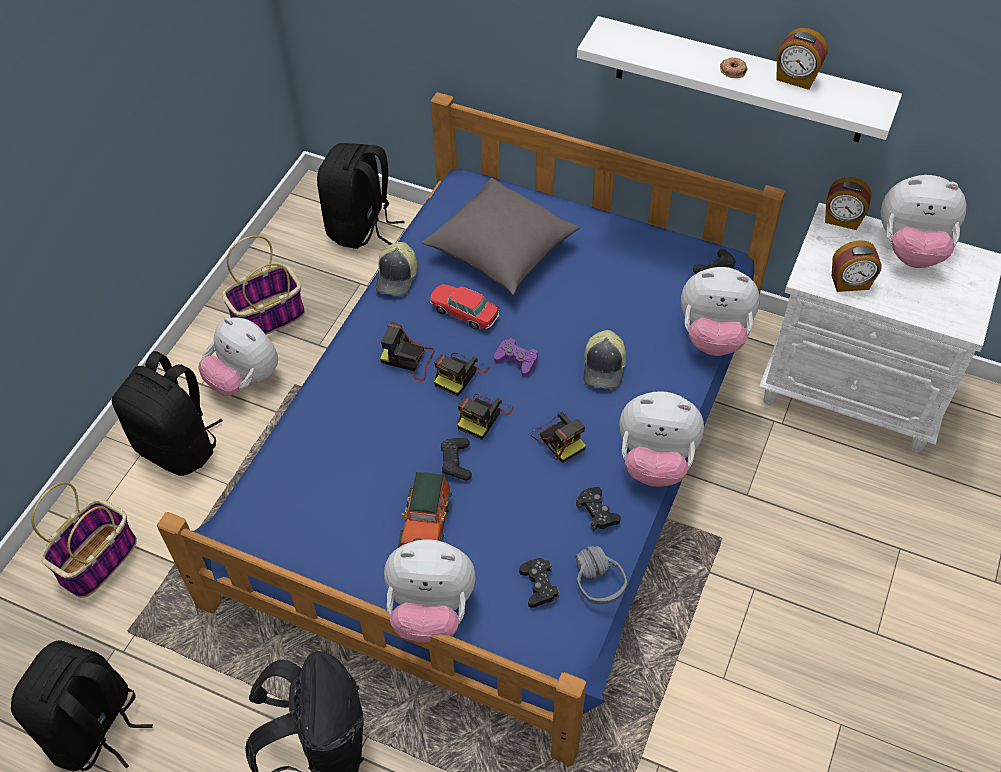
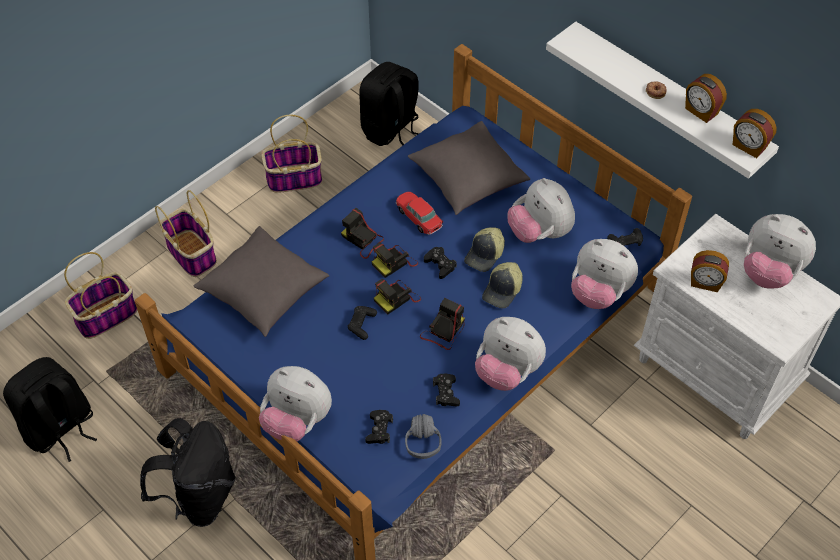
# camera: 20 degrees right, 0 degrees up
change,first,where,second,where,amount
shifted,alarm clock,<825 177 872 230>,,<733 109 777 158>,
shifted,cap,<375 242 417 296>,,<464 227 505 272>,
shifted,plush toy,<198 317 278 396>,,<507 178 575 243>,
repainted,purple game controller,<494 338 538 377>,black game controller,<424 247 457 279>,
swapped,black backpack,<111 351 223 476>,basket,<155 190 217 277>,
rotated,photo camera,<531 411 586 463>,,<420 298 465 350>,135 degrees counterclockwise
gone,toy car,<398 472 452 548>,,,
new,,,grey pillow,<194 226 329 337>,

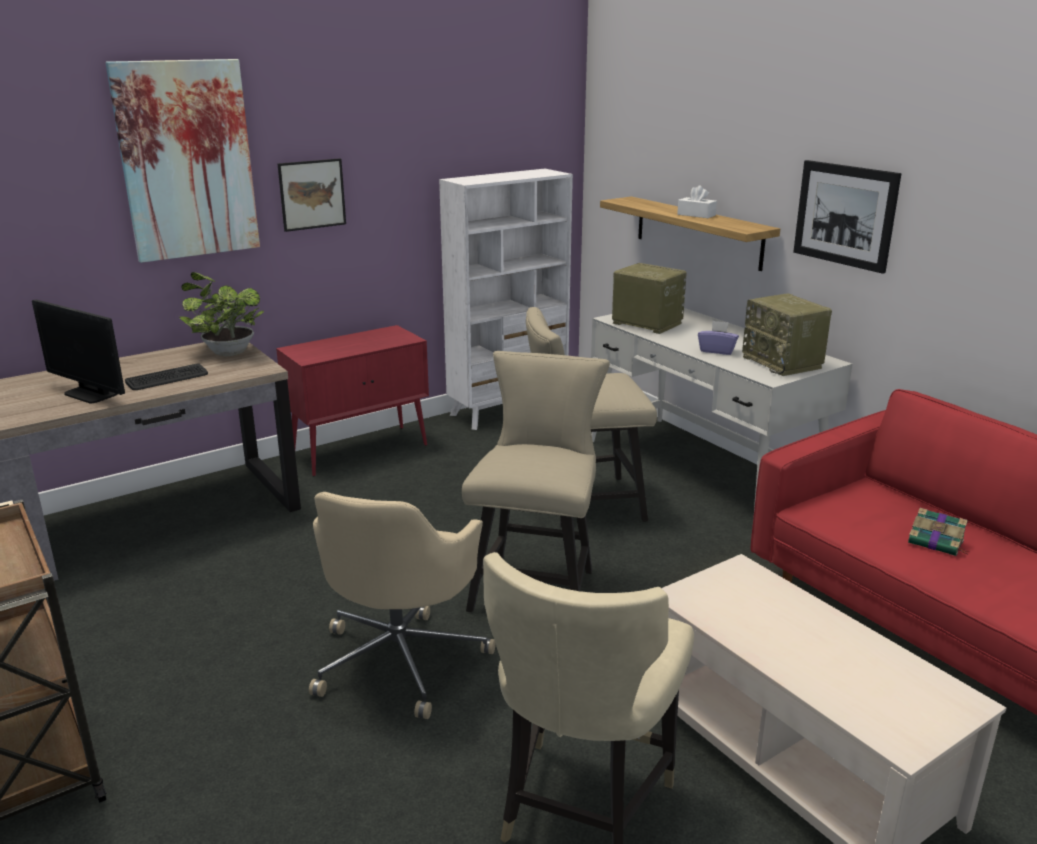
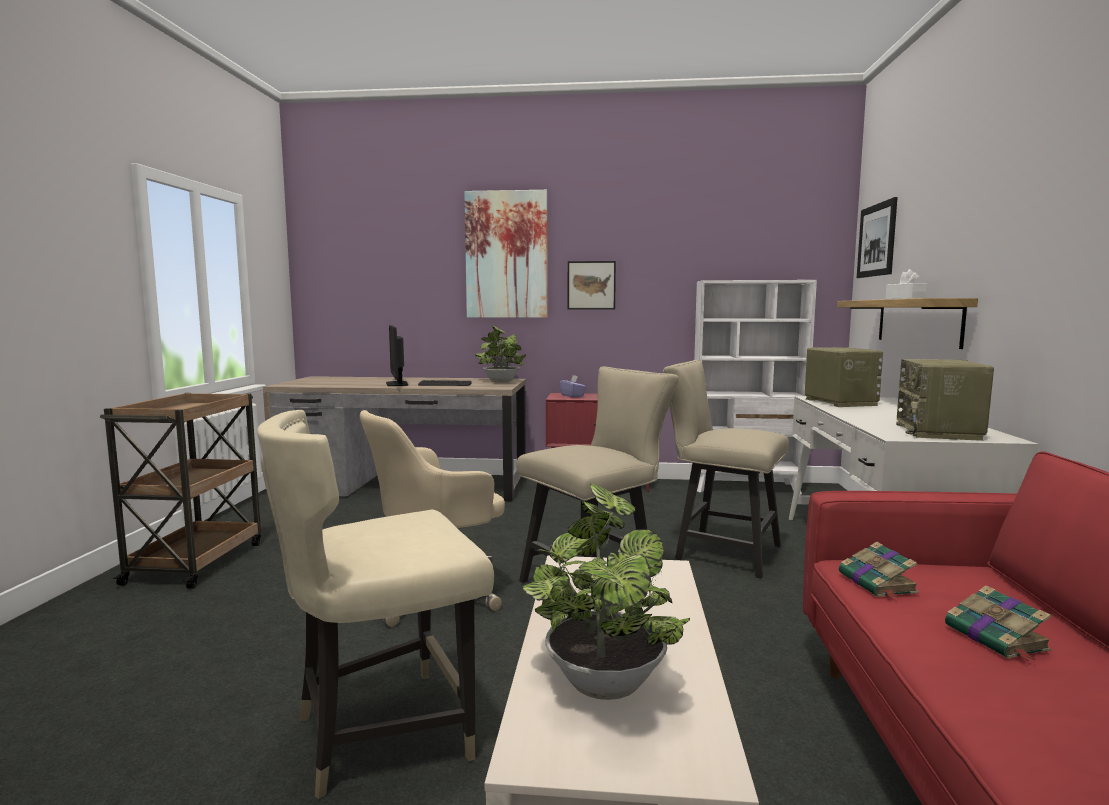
# camera: 40 degrees right, 15 degrees down
change,first,where,second,where,amount
shifted,picture,<793 160 901 274>,,<857 197 898 278>,
shifted,purple tissue box,<698 321 739 355>,,<559 375 586 397>,
new,,,potted plant,<522 483 690 700>,
new,,,book,<839 542 919 598>,

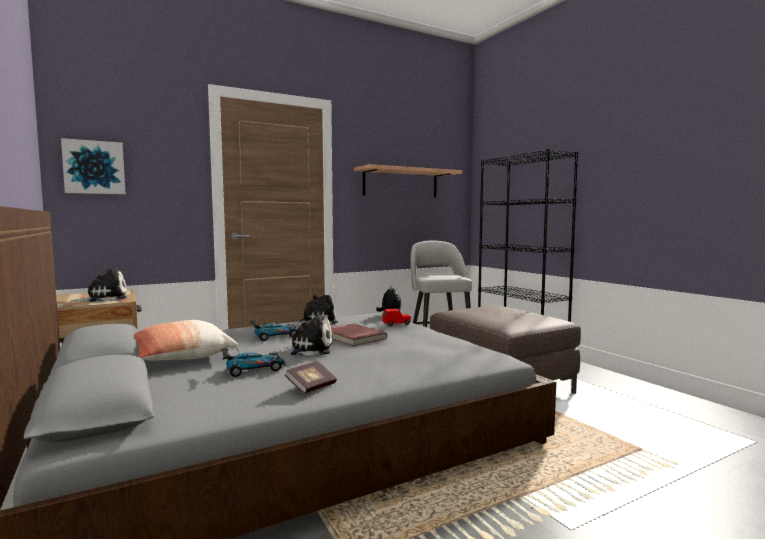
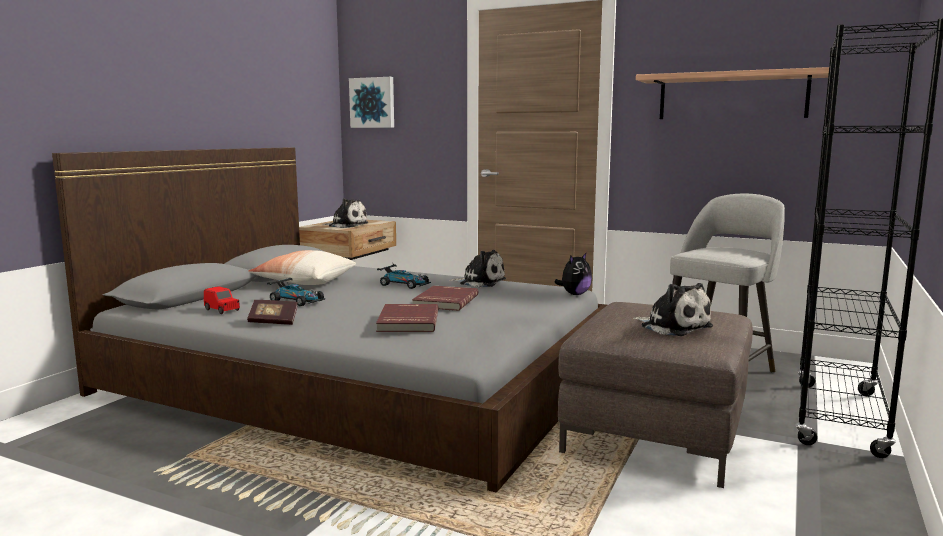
# camera: 55 degrees right, 5 degrees up
change,first,where,second,where,amount
shifted,red toy car,<383 308 411 326>,,<204 286 240 314>,
shifted,plush toy,<273 314 333 357>,,<633 283 713 336>,
new,,,red book,<376 304 438 332>,

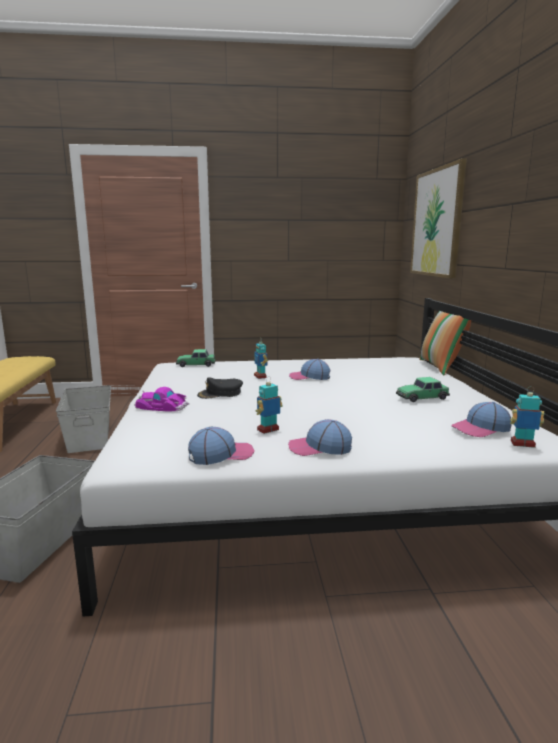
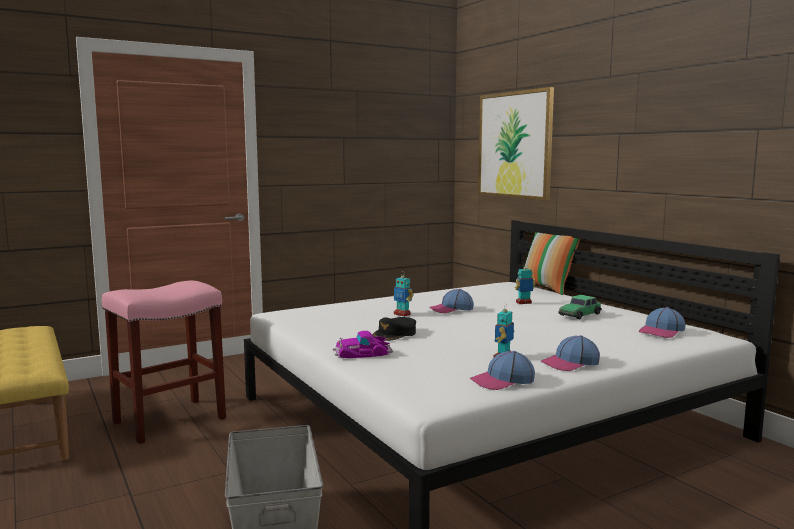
# camera: 25 degrees left, 5 degrees down
change,first,where,second,where,amount
gone,toy car,<176 349 215 367>,,,
swapped,grey storage box,<56 385 111 453>,pink stool,<102 281 226 444>,
shifted,toy robot,<510 387 544 448>,,<515 263 535 304>,
rotated,cap,<188 427 255 465>,,<470 351 535 390>,150 degrees counterclockwise

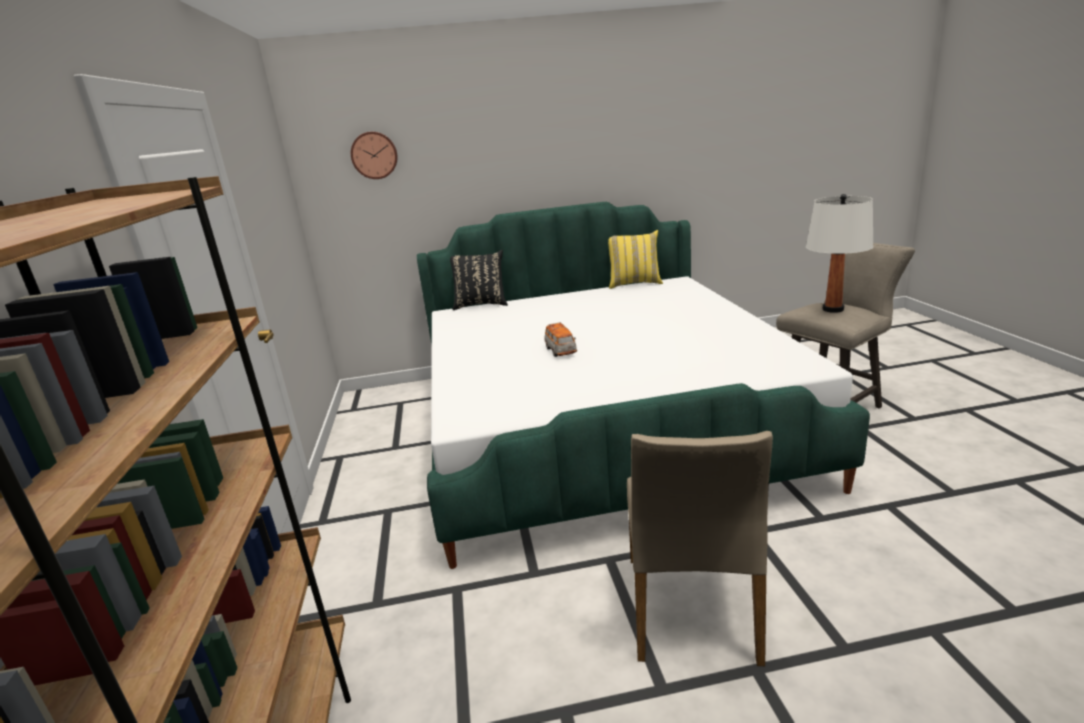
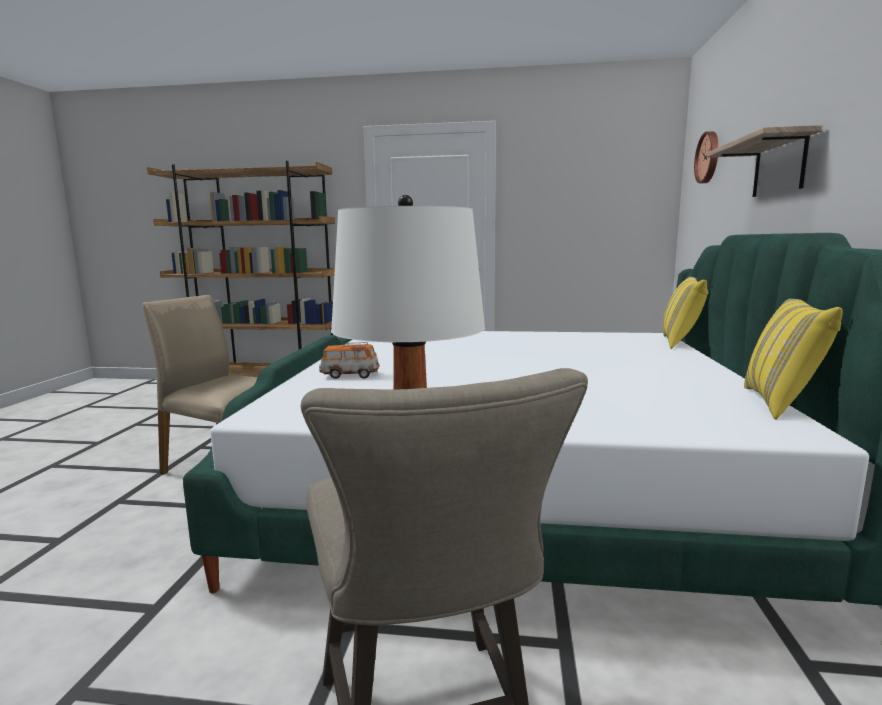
# camera: 105 degrees right, 10 degrees down
change,first,where,second,where,amount
repainted,black pillow,<450 250 508 310>,yellow pillow,<663 277 708 349>,
shifted,toy car,<544 322 577 357>,,<319 342 380 379>,
new,,,shelf,<706 125 822 197>,

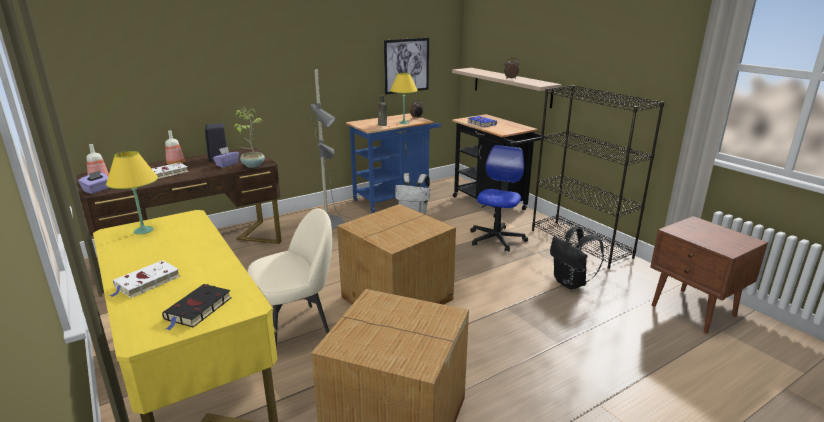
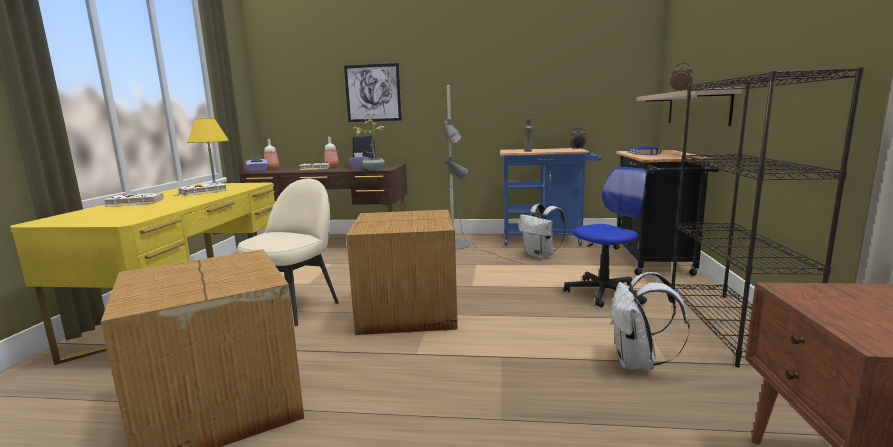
# camera: 40 degrees right, 10 degrees down
change,first,where,second,where,amount
shifted,picture,<384 38 429 95>,,<344 63 402 122>,
gone,yellow table lamp,<390 73 418 124>,,,
rotated,beige chair,<247 208 332 350>,,<237 179 339 326>,75 degrees counterclockwise
repainted,black backpack,<550 227 604 289>,white backpack,<611 272 690 370>,
gone,black book,<162 284 232 330>,,,
new,,,white book,<175 183 227 196>,

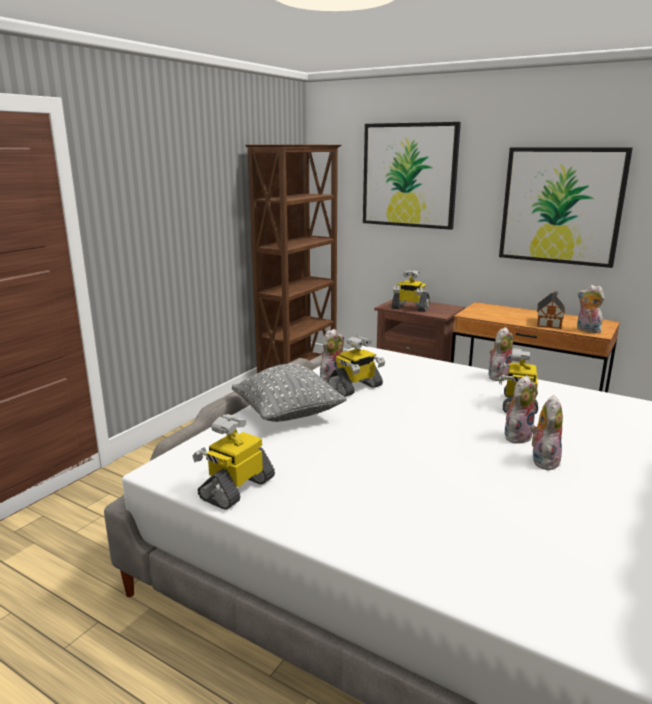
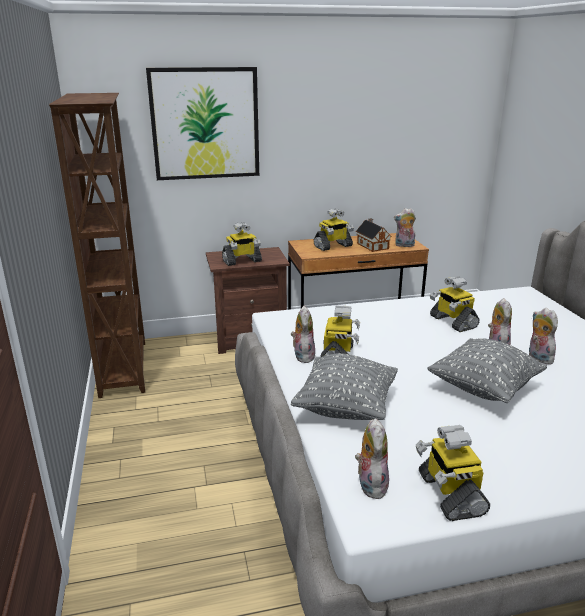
# camera: 45 degrees left, 5 degrees up
change,first,where,second,where,amount
gone,picture,<499 147 633 268>,,,
shifted,plush toy,<489 327 513 381>,,<355 418 389 500>,
new,,,toy robot,<314 208 354 251>,
new,,,grey pillow,<427 338 547 403>,

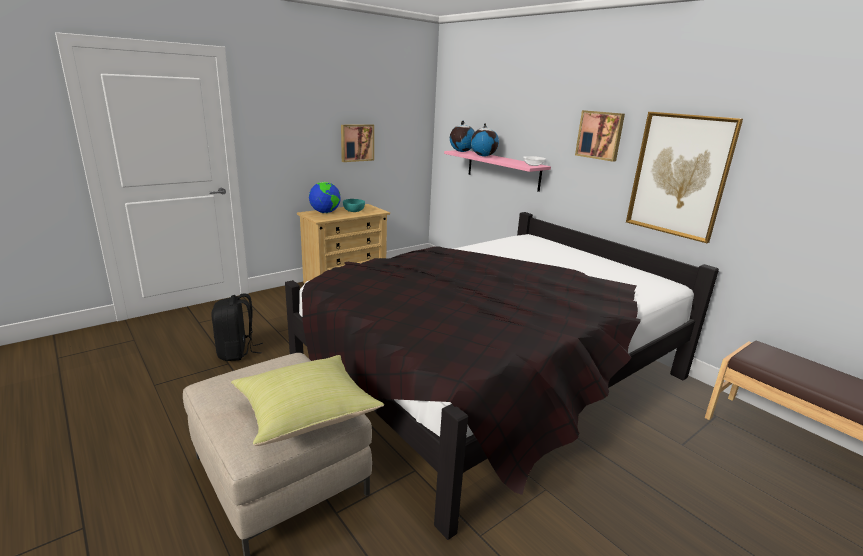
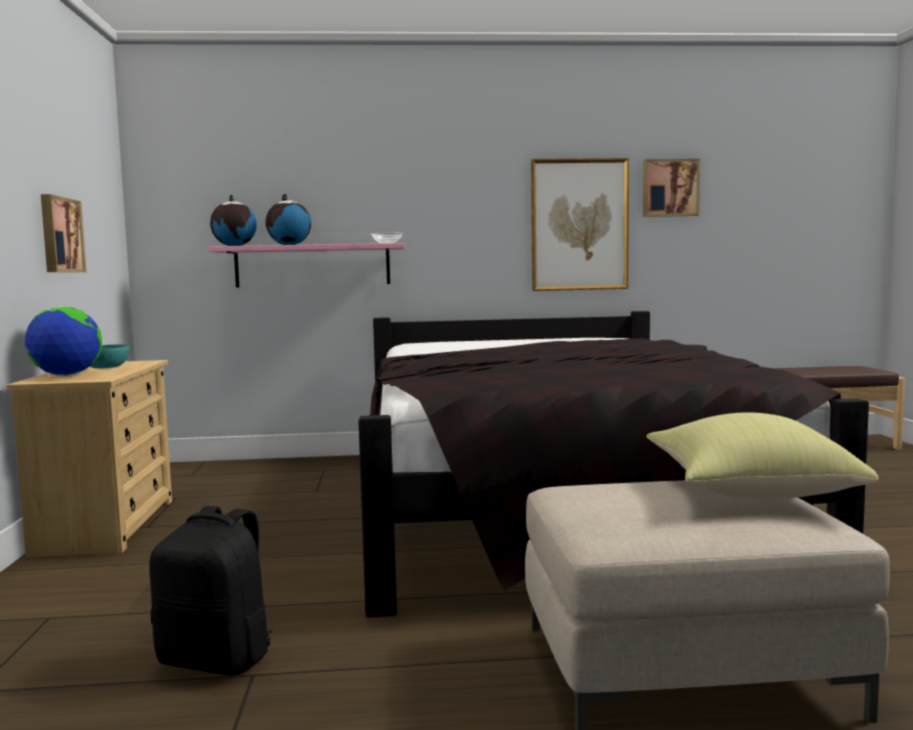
# camera: 55 degrees left, 15 degrees down
change,first,where,second,where,amount
shifted,picture,<575 110 625 162>,,<643 159 700 217>,

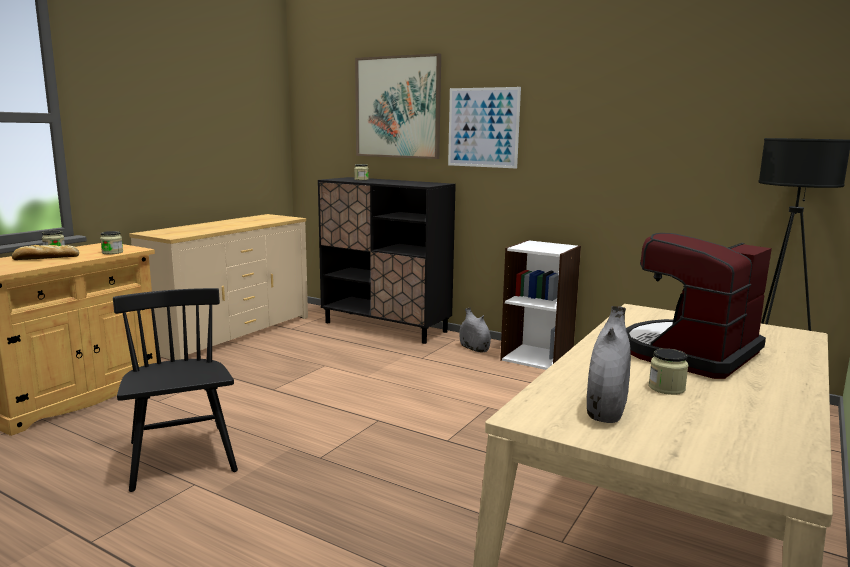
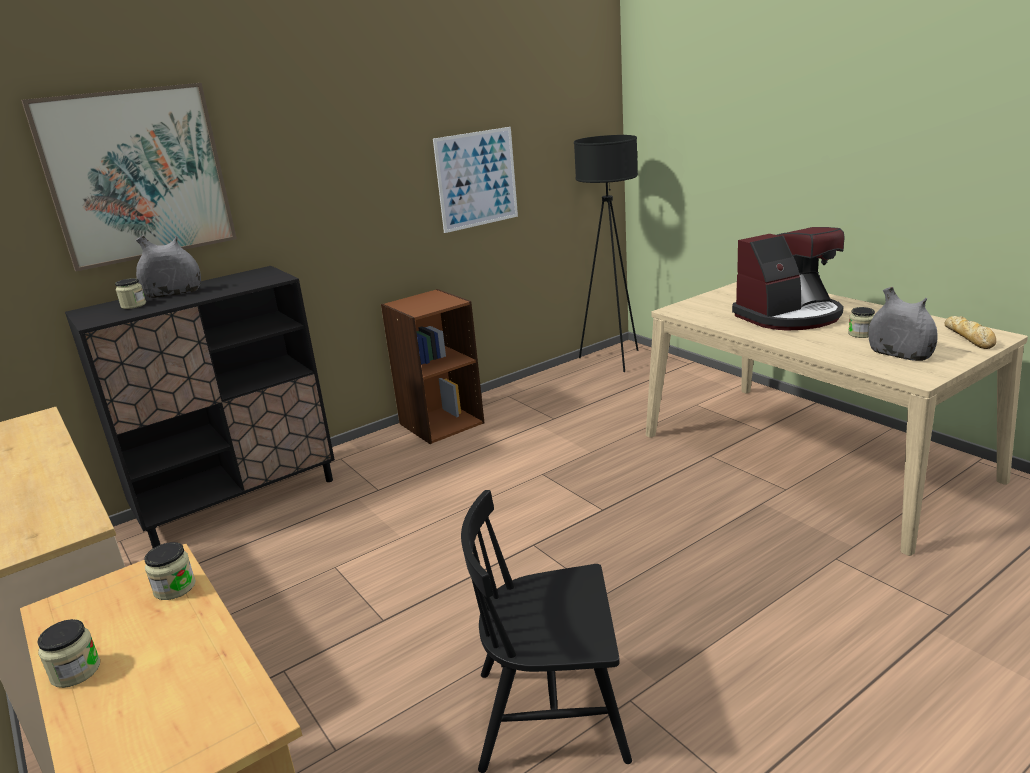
# camera: 65 degrees left, 10 degrees up
change,first,where,second,where,amount
shifted,picture,<448 87 521 169>,,<433 127 518 233>,
rotated,coffee machine,<626 233 772 379>,,<732 227 845 331>,90 degrees counterclockwise
repainted,white bookcase,<500 240 581 370>,brown bookcase,<381 289 484 444>,
shifted,bread,<12 245 79 260>,,<945 316 996 349>,
shifted,grey vase,<459 308 491 352>,,<136 235 201 298>,

